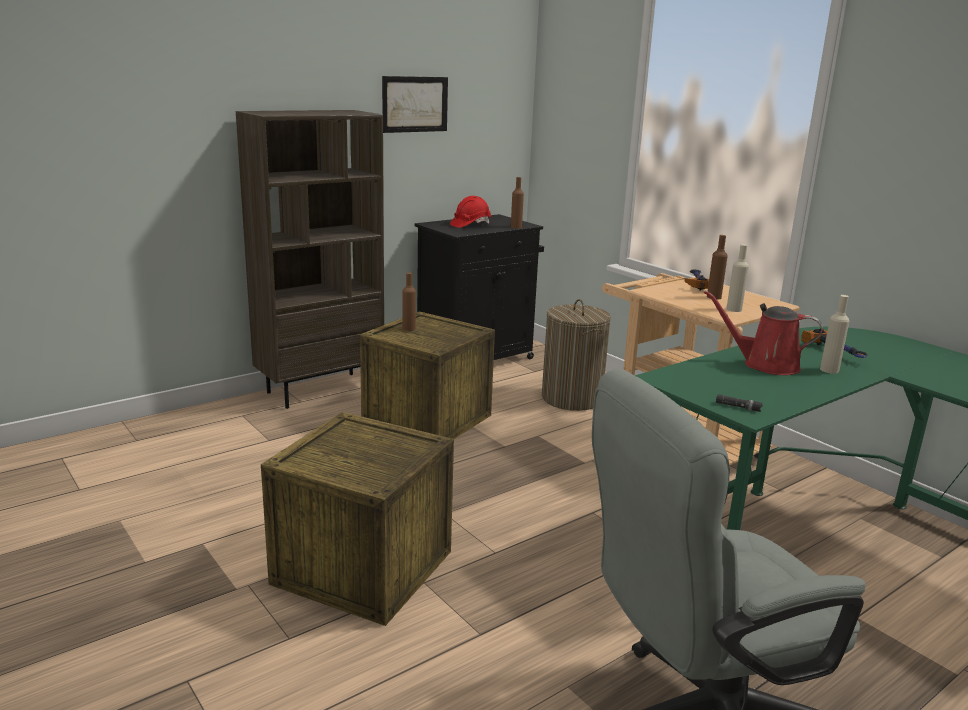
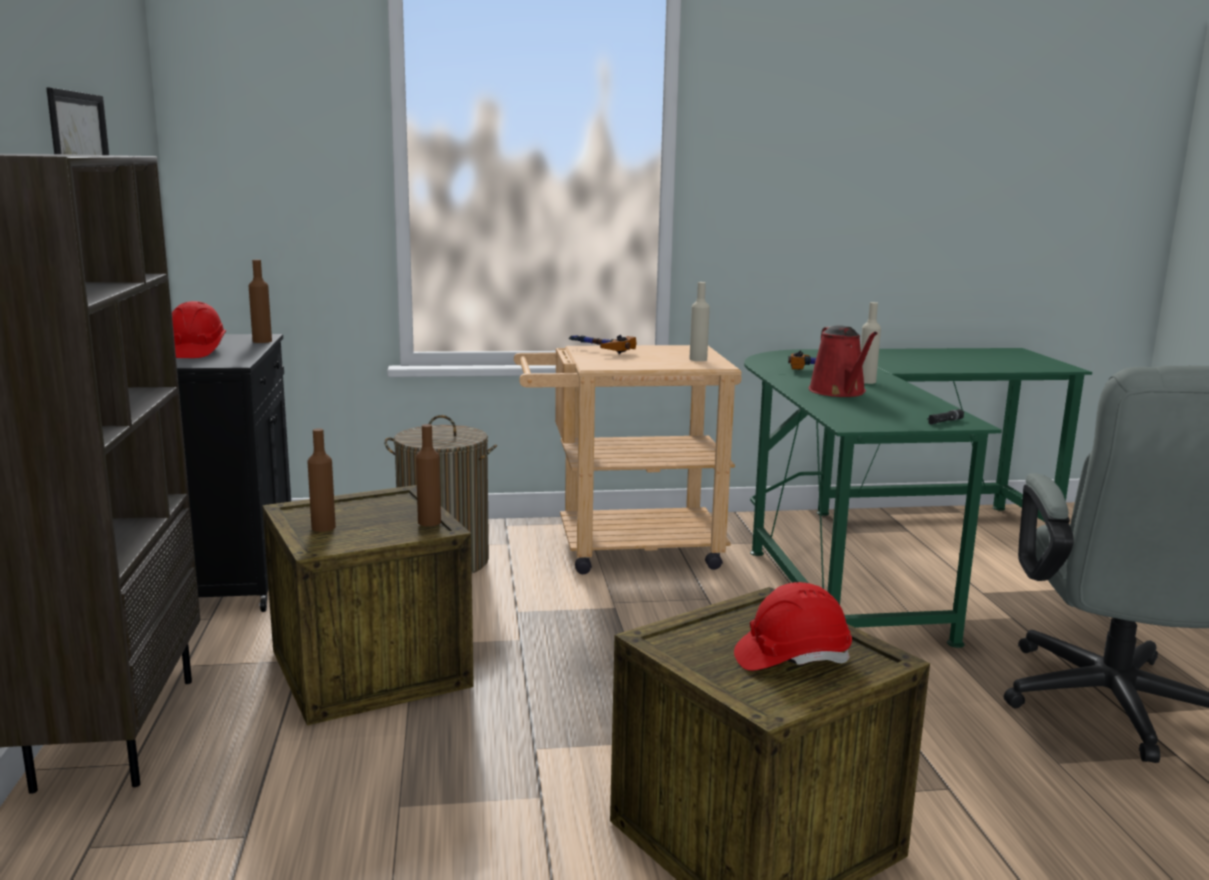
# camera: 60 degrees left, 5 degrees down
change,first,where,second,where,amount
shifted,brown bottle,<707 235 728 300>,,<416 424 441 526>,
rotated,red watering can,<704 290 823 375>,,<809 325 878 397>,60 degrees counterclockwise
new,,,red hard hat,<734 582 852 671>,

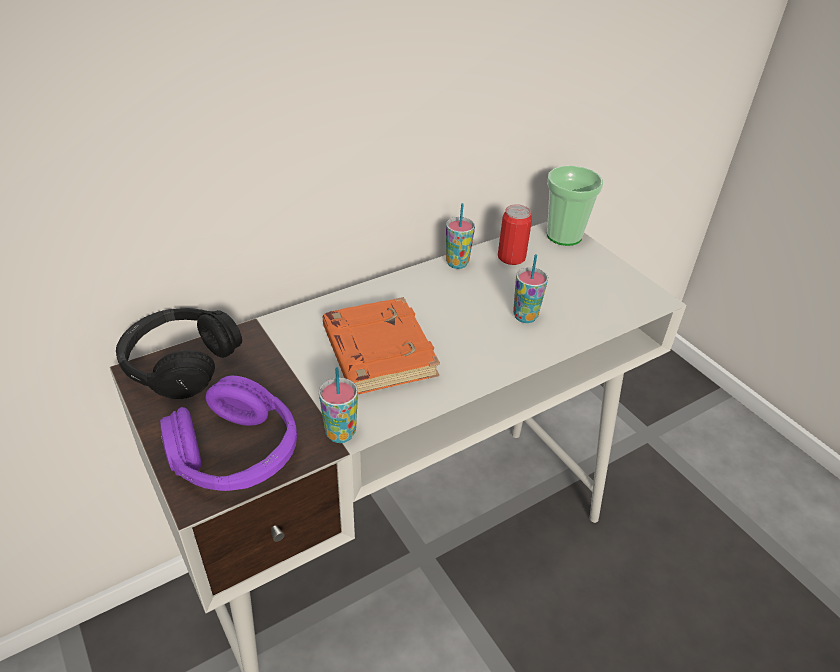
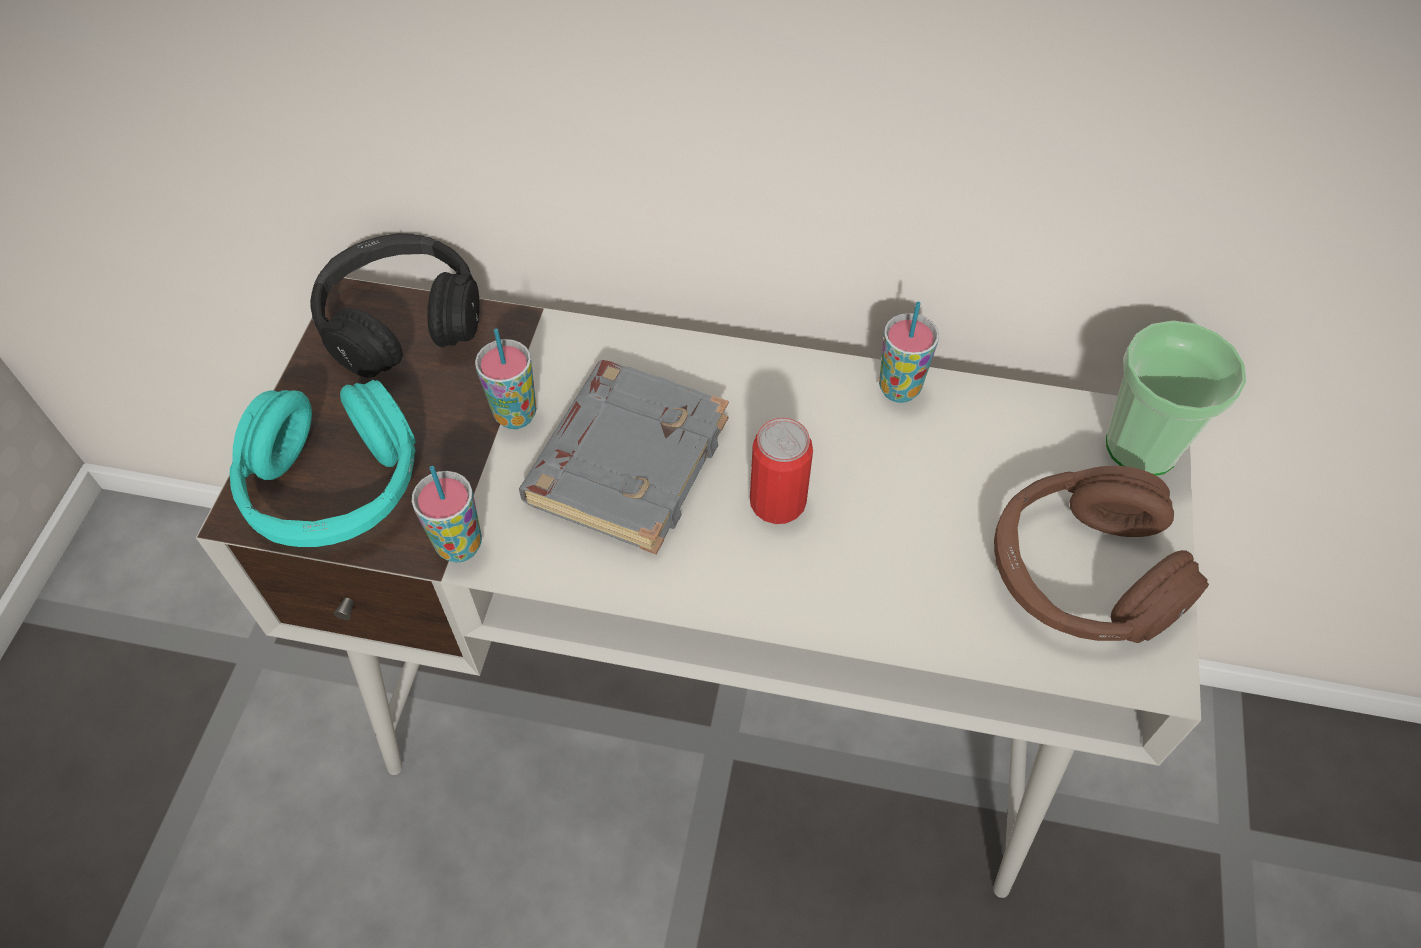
# camera: 45 degrees right, 15 degrees up
change,first,where,second,where,amount
shifted,can,<498 204 532 265>,,<750 418 813 524>,
shifted,cup,<513 254 548 323>,,<475 329 537 429>,
repainted,orange book,<323 297 440 394>,grey book,<519 360 729 555>,
repainted,purple headphones,<160 376 297 491>,turquoise headphones,<230 380 416 547>,
new,,,brown headphones,<994 466 1209 643>,

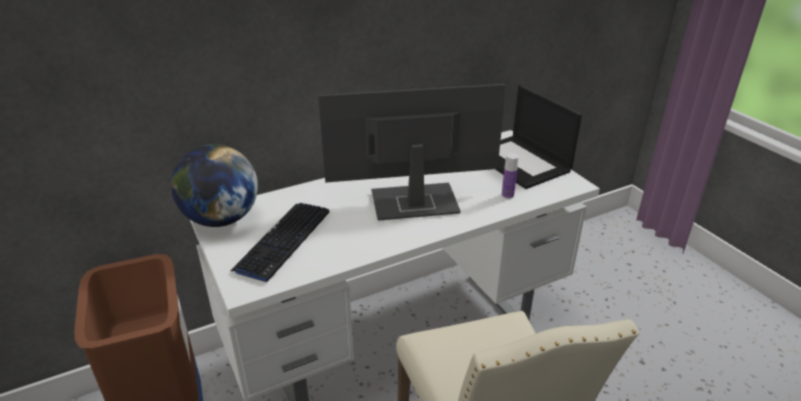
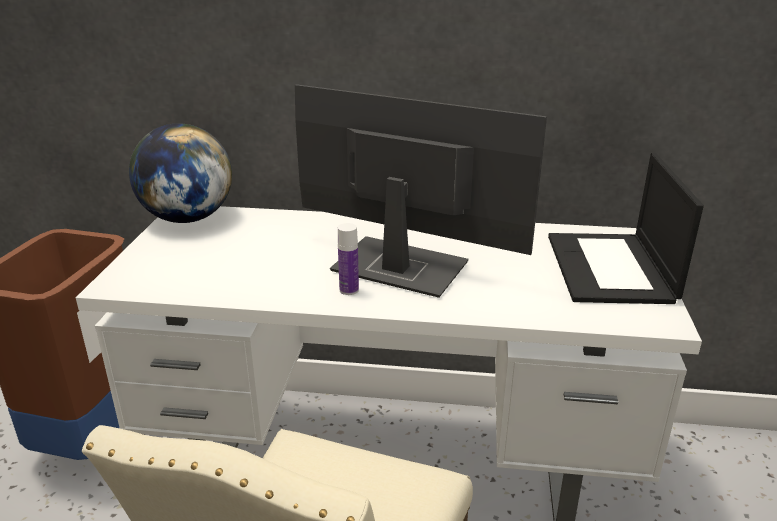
# camera: 35 degrees right, 5 degrees down
change,first,where,second,where,amount
shifted,bottle,<502 153 519 199>,,<338 223 359 295>,
gone,keyboard,<230 203 329 282>,,,

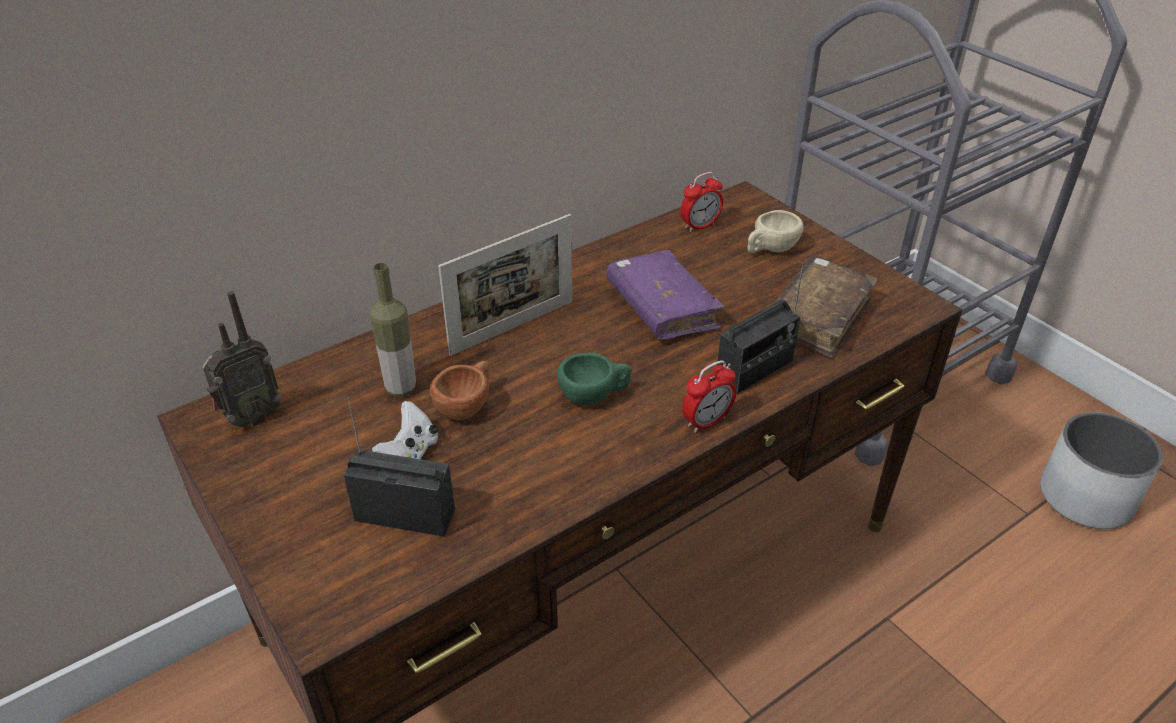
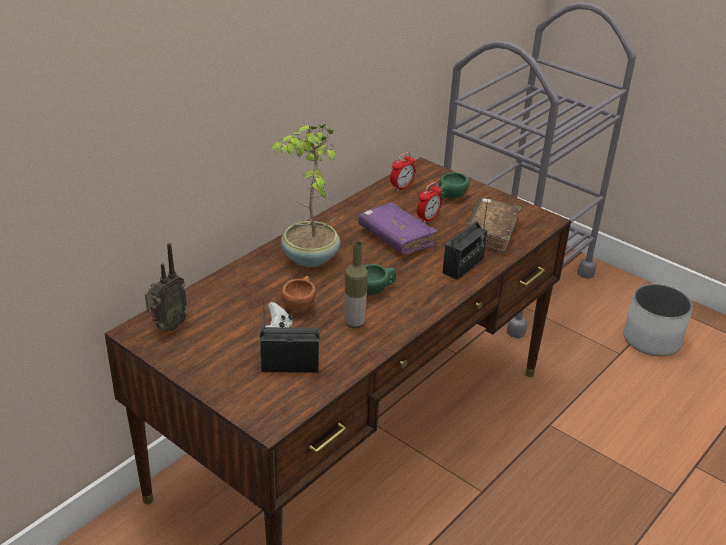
# camera: 15 degrees left, 5 degrees down
change,first,where,second,where,amount
repainted,beige cup,<747 210 804 253>,green cup,<439 172 469 200>,
swapped,picture frame,<438 214 572 356>,potted plant,<269 124 340 267>,
shifted,bottle,<370 263 416 397>,,<345 241 368 328>,
shifted,alarm clock,<682 360 736 433>,,<417 182 442 223>,

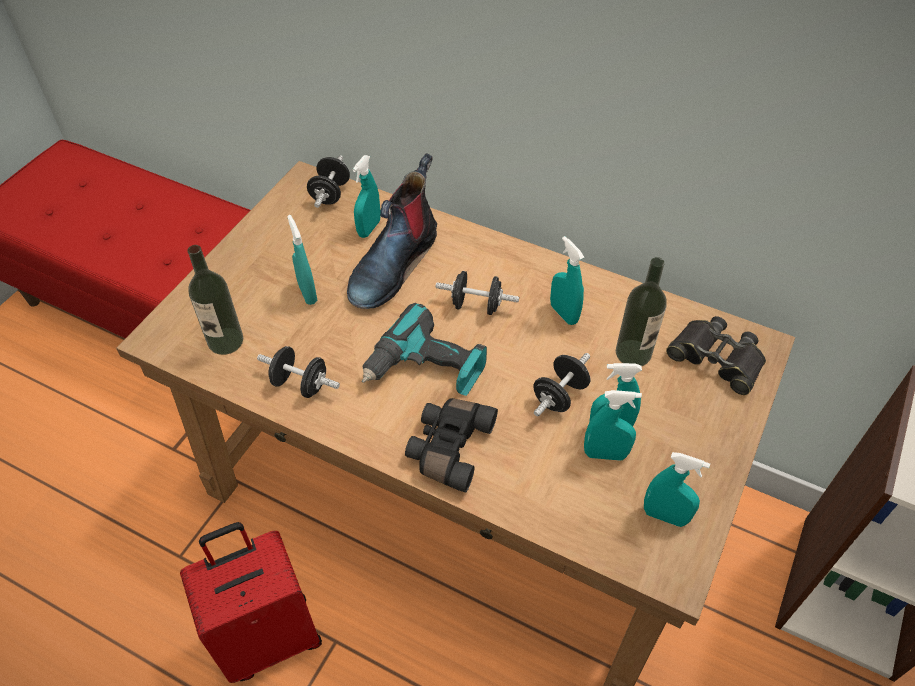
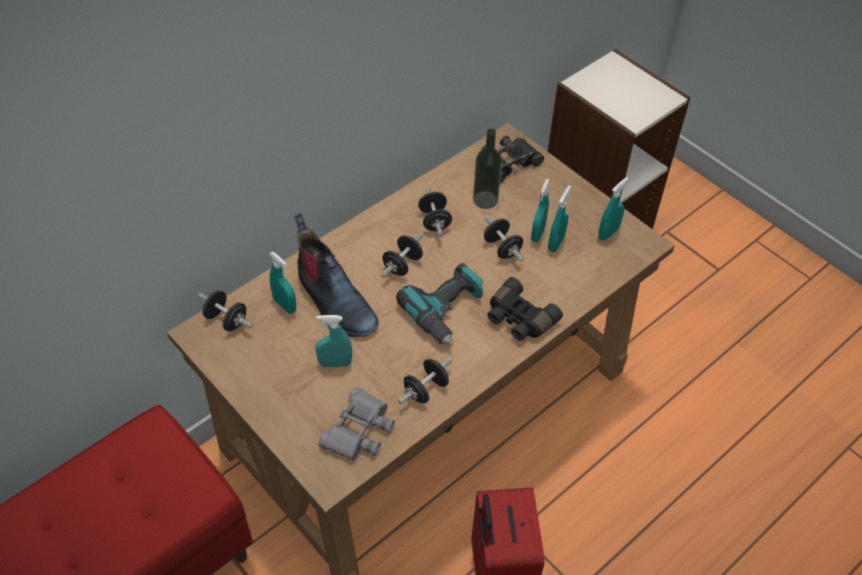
# camera: 70 degrees left, 0 degrees up
change,first,where,second,where,amount
swapped,turquoise spray bottle,<550 236 584 325>,black dumbbell,<418 188 452 236>,
swapped,bottle,<187 245 243 355>,grey binoculars,<319 387 395 460>,

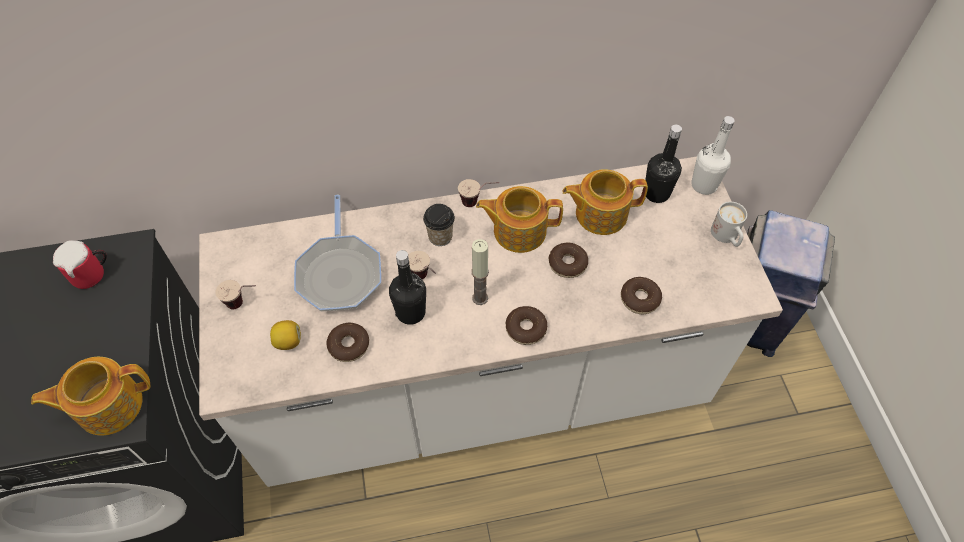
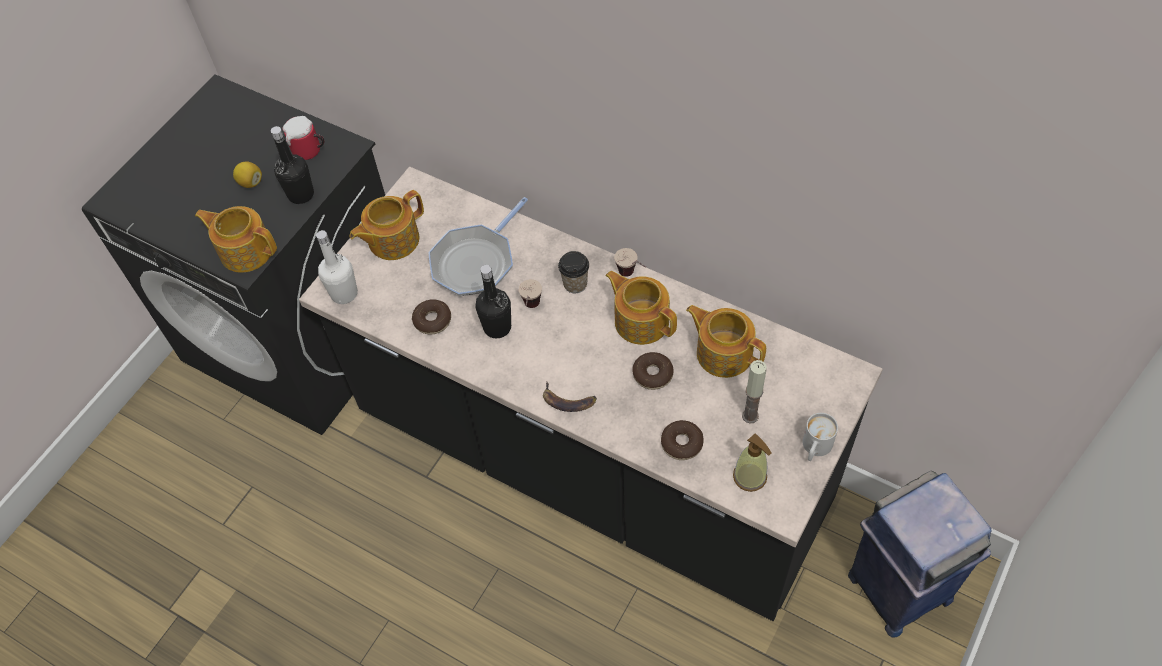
# camera: 45 degrees right, 0 degrees up
change,first,where,second,where,amount
shifted,white bottle,<691 116 735 195>,,<316 230 358 304>,
shifted,black bottle,<645 125 682 203>,,<271 126 314 204>,
repainted,white counter,<199 157 783 487>,black counter,<299 167 883 621>,
shifted,candle,<471 239 489 305>,,<742 360 767 423>,
swapped,cup,<215 280 256 309>,teapot,<350 190 424 260>,
swapped,donut,<506 306 547 345>,banana,<543 381 597 412>,
shifted,lemon,<270 320 301 350>,,<233 161 262 188>,
new,,,soap dispenser,<733 434 771 492>,

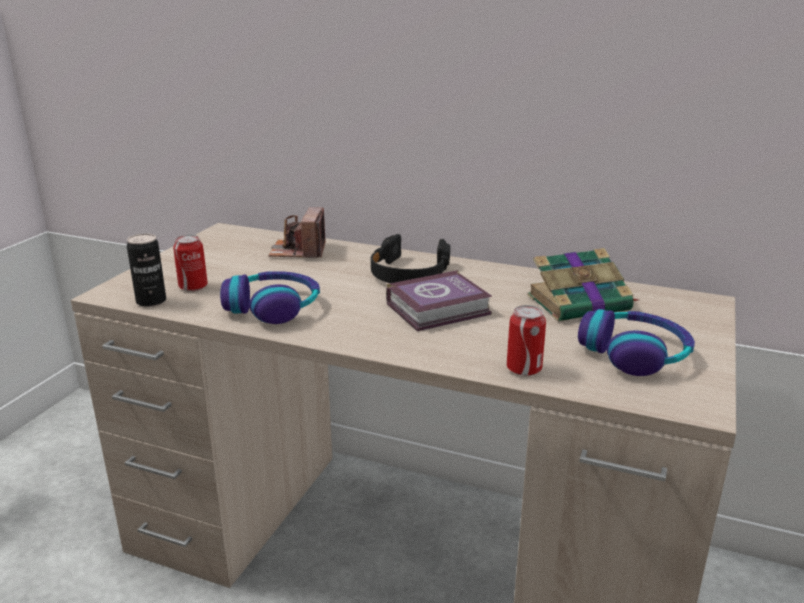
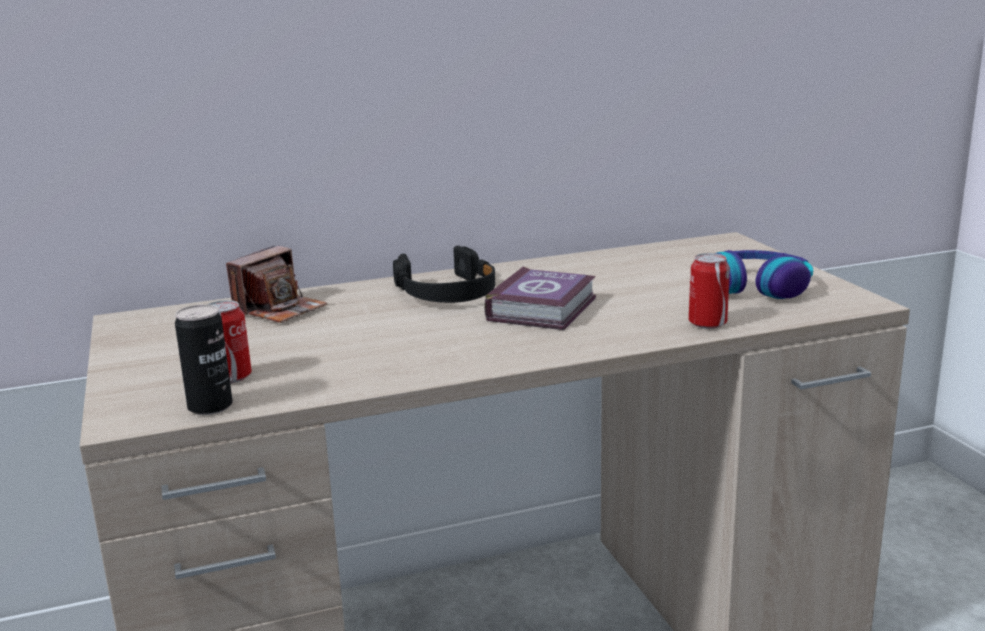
# camera: 40 degrees left, 5 degrees down
change,first,where,second,where,amount
rotated,photo camera,<268 207 326 258>,,<226 245 327 323>,105 degrees counterclockwise
gone,book,<527 248 639 322>,,,
gone,headphones,<220 271 320 324>,,,

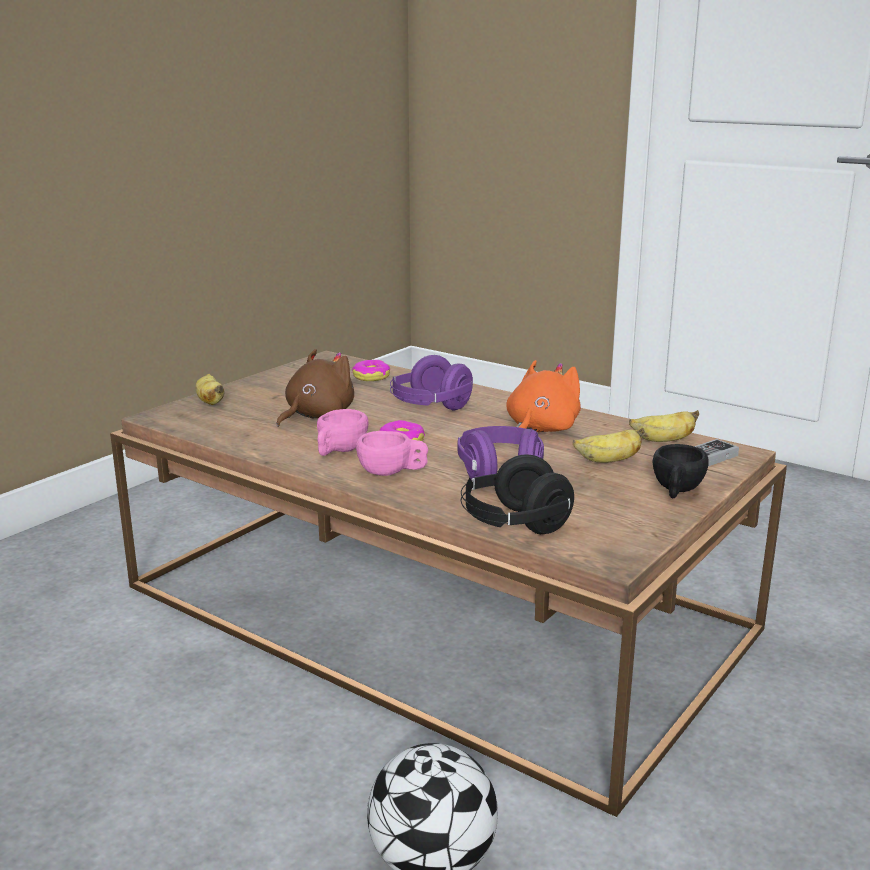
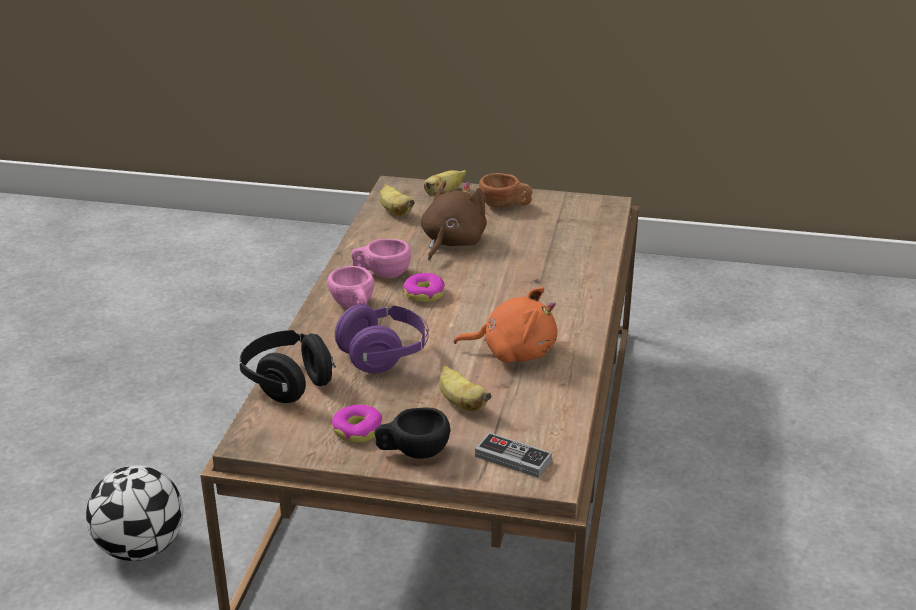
# camera: 65 degrees right, 10 degrees up
change,first,where,second,where,amount
rotated,brown plush toy,<277 349 354 427>,,<421 180 487 261>,75 degrees counterclockwise
gone,purple headphones,<390 355 473 410>,,,
shifted,donut,<352 360 390 381>,,<331 405 382 443>,
shifted,banana,<629 410 699 442>,,<379 184 415 216>,
new,,,brown cup,<479 173 533 208>,

